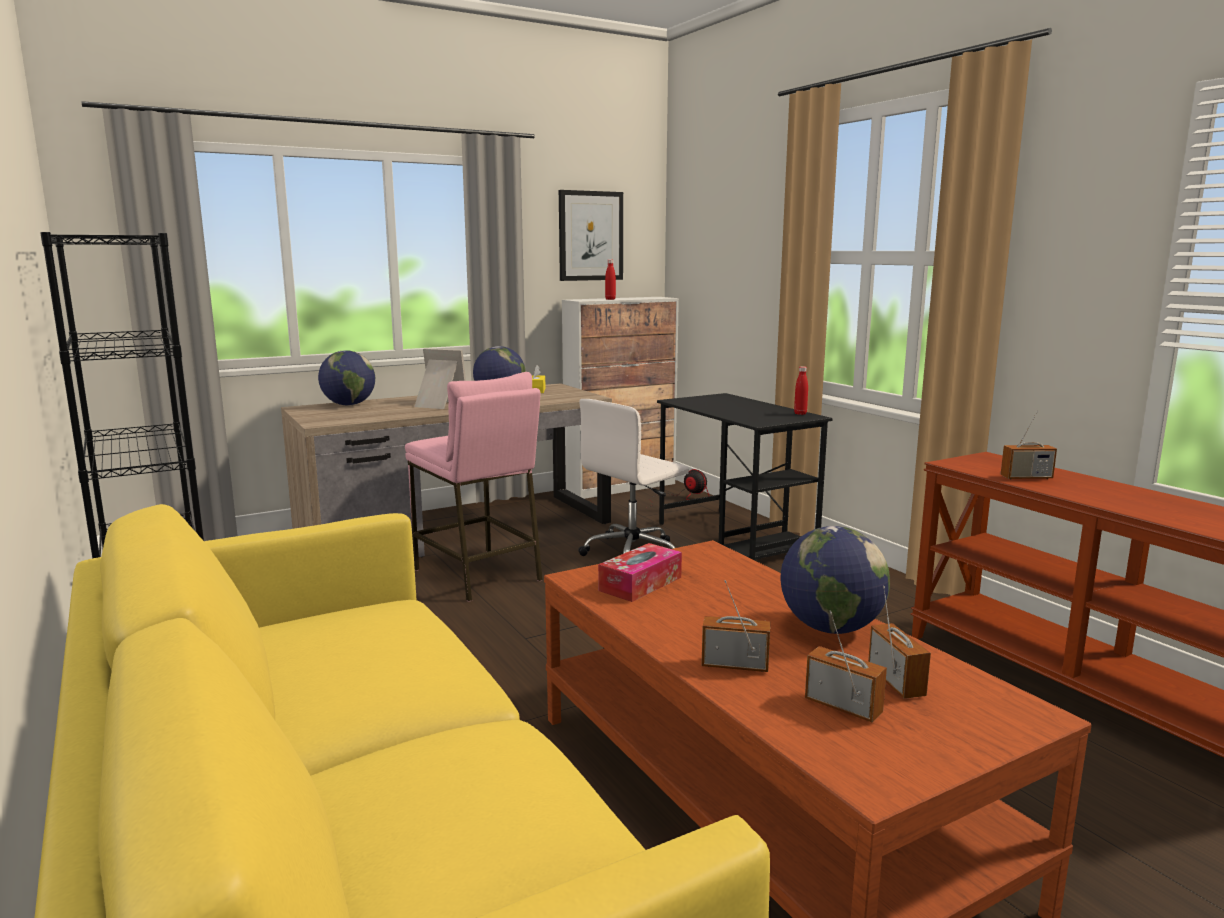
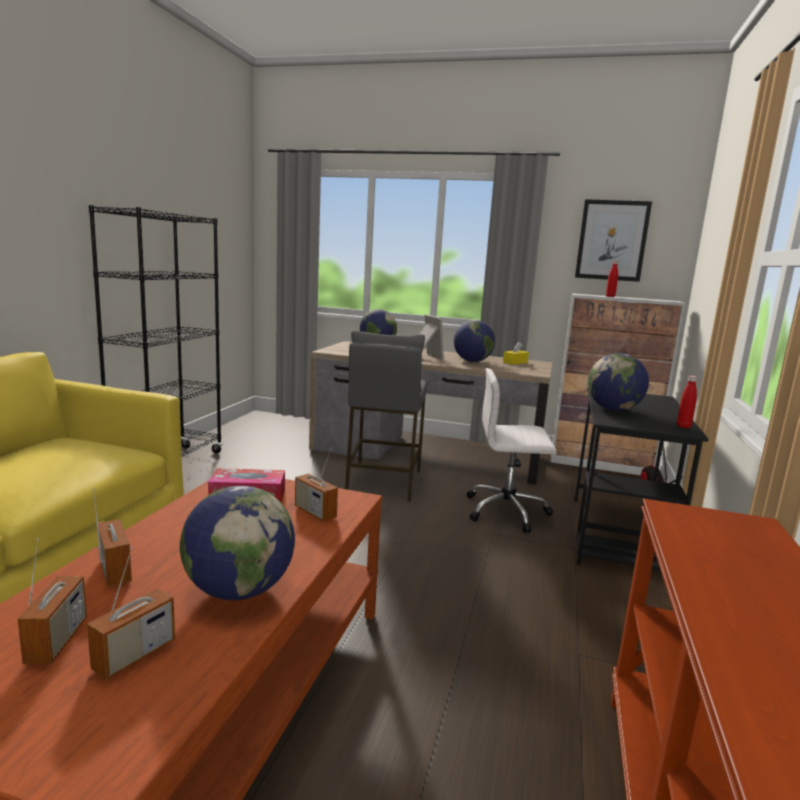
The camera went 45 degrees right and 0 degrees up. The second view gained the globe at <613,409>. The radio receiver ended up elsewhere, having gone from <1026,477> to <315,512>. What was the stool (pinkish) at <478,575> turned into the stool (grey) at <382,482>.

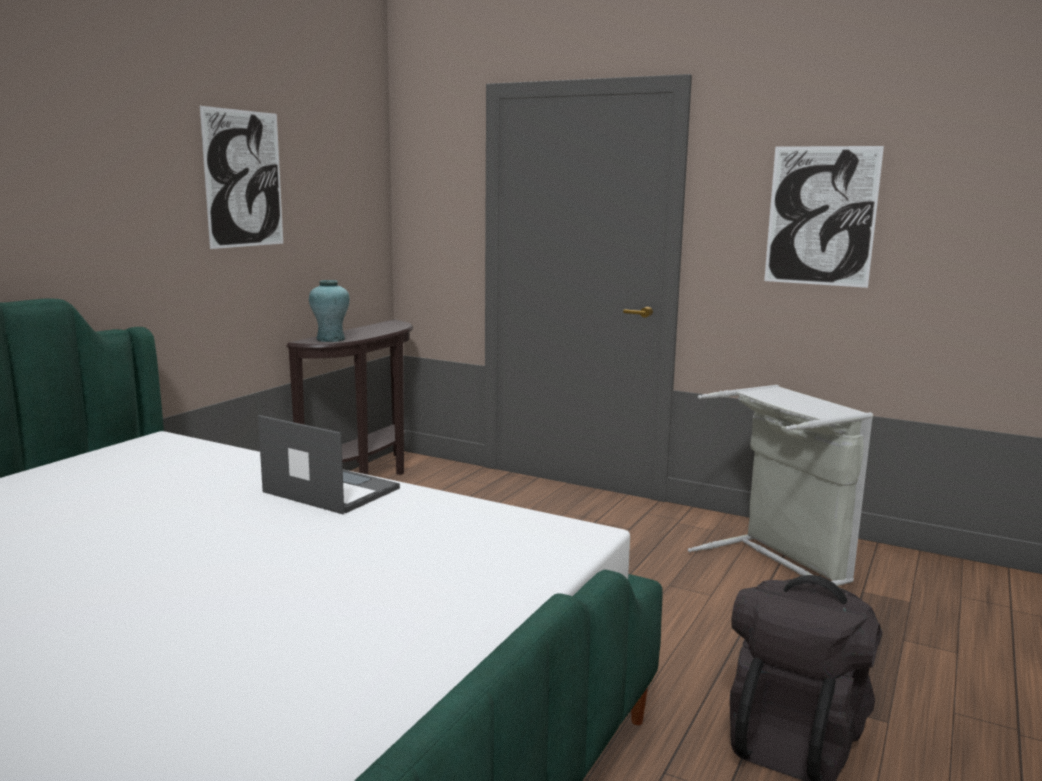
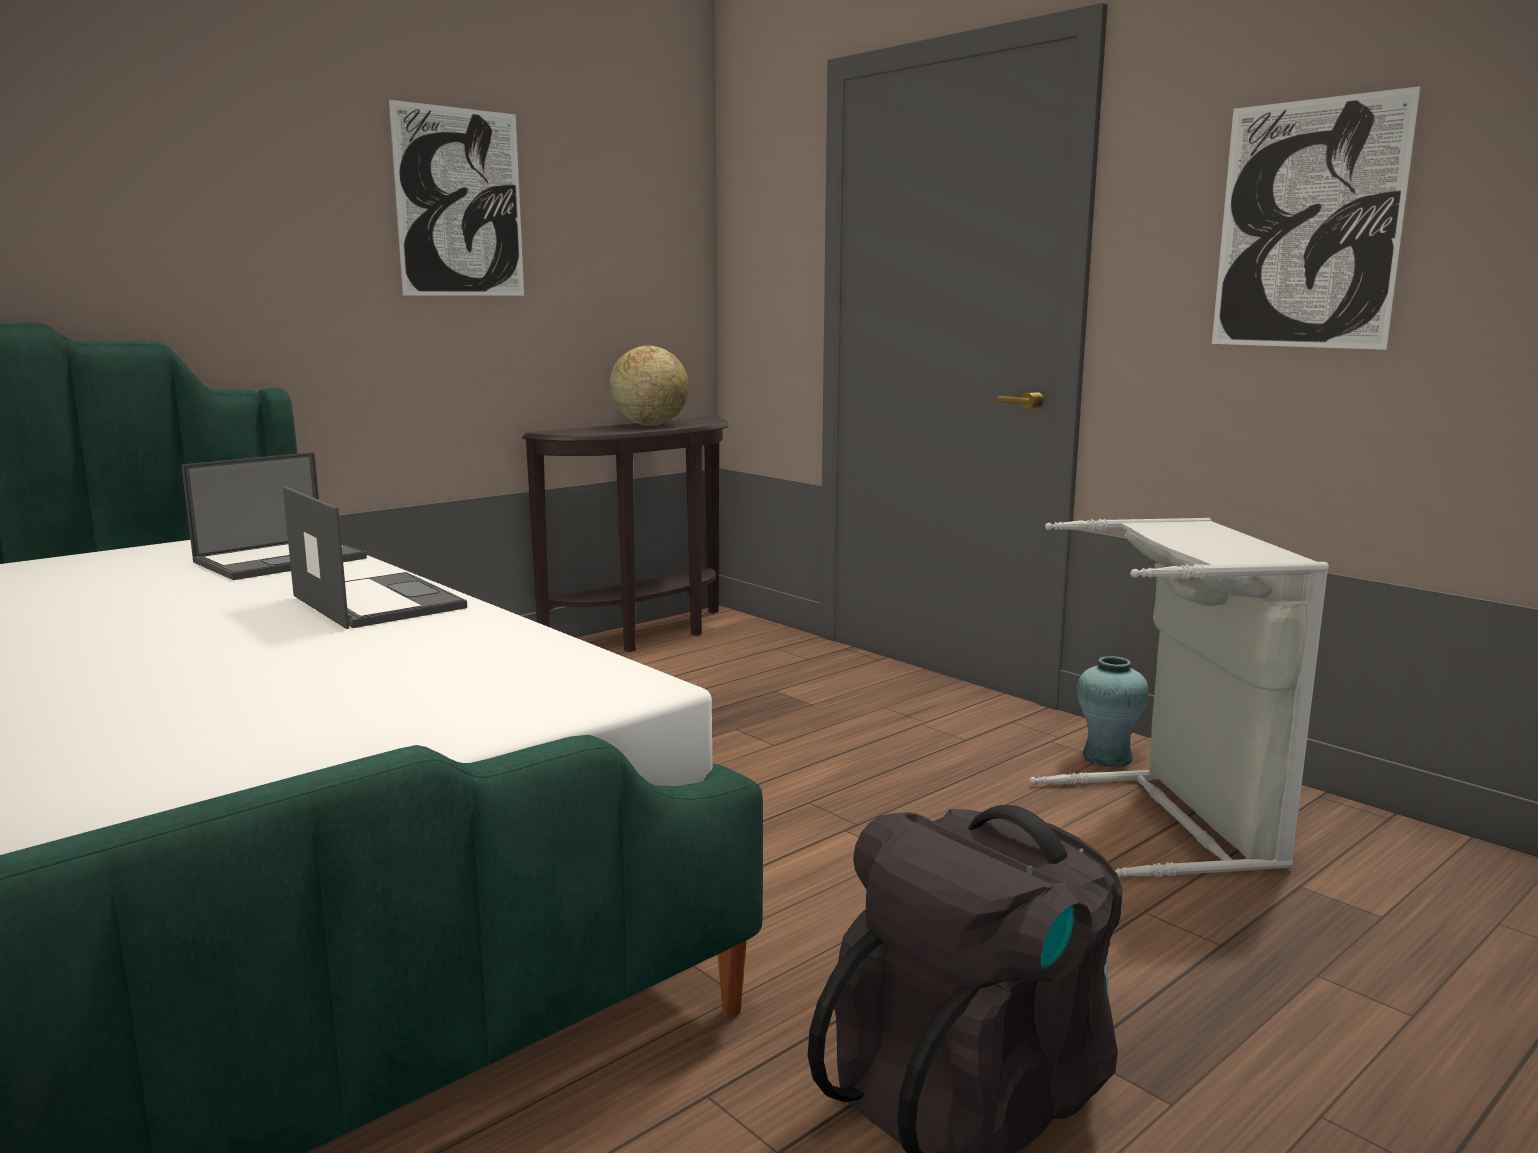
The camera went 20 degrees right and 0 degrees up. The second view gained the notebook computer at <282,560>. The second view gained the globe at <649,425>. The decorative vase (turquoise) ended up elsewhere, having gone from <330,339> to <1106,757>.

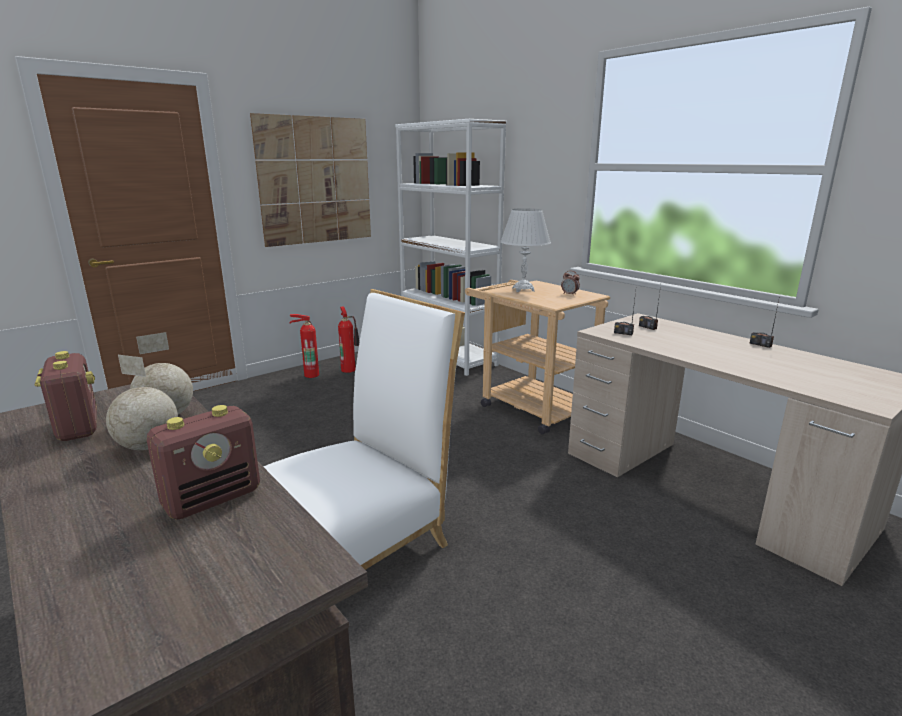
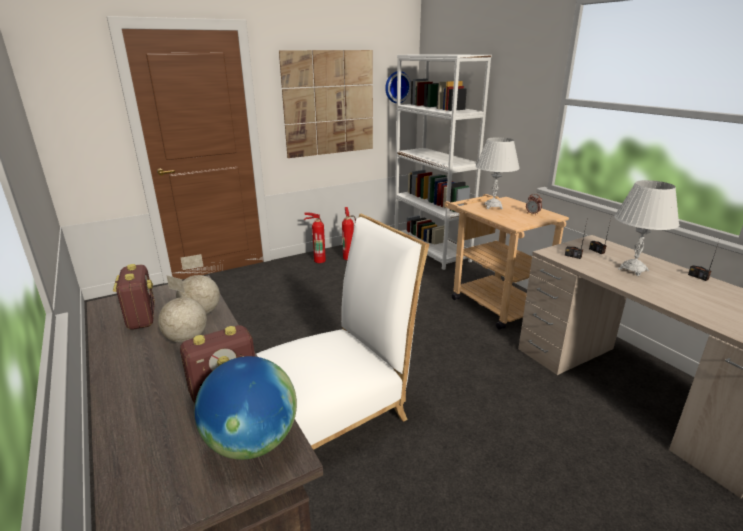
The camera went 10 degrees right and 5 degrees up. The second view gained the globe at <251,443>. The second view gained the hanging clock at <396,87>. The second view gained the tabletop lamp (white-coloured) at <633,270>.

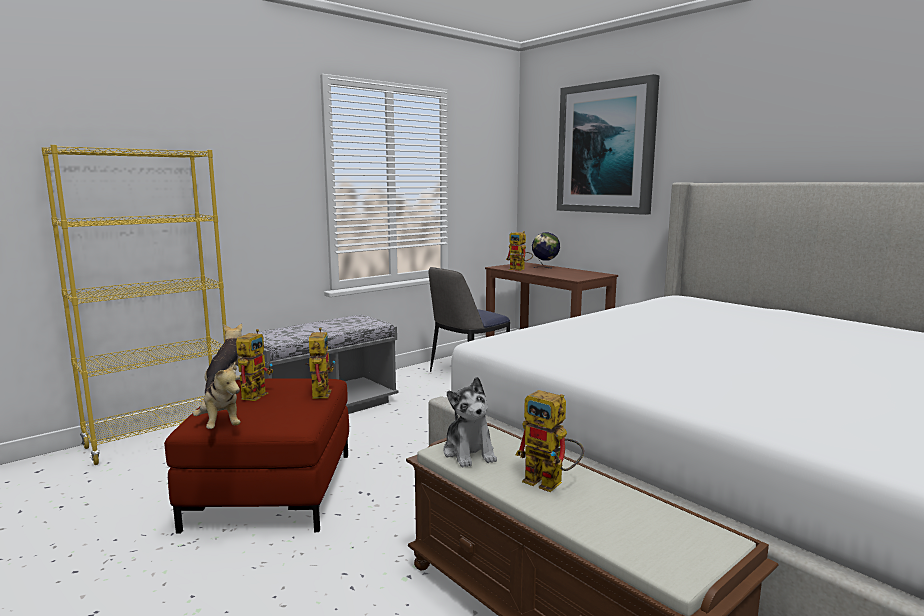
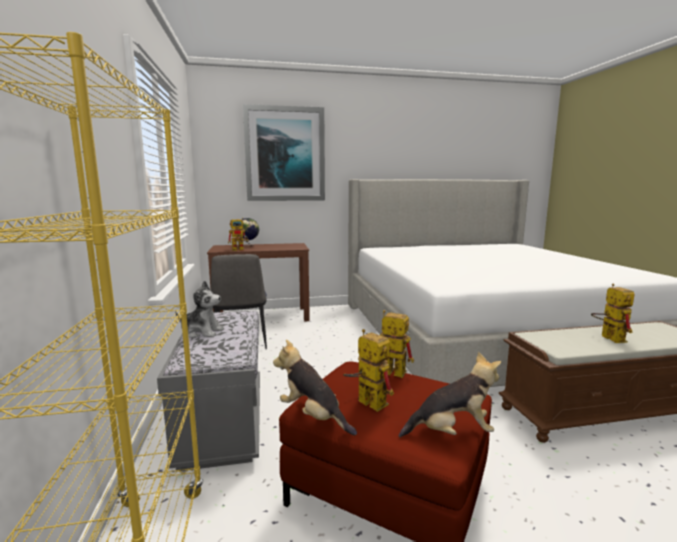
The camera went 60 degrees left and 0 degrees up. The soft toy ended up elsewhere, having gone from <469,453> to <202,332>. The model robot at <551,483> ended up facing another way, 75 degrees counterclockwise from before.

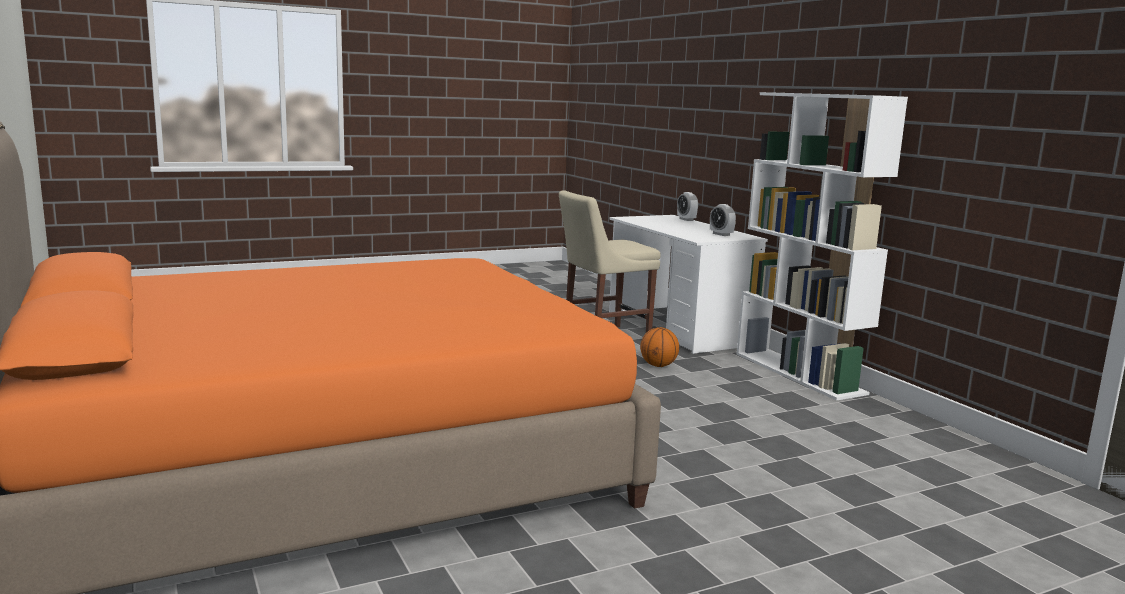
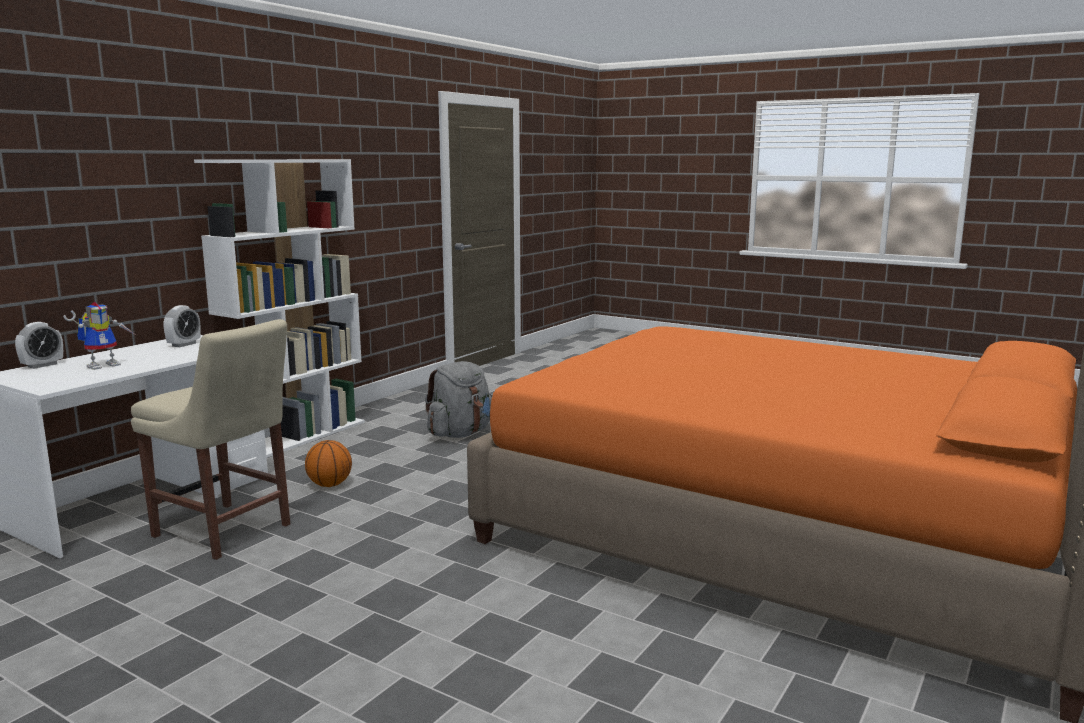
The camera went 120 degrees left and 0 degrees up. The second view gained the model robot at <104,365>. The second view gained the knapsack (grey) at <460,434>.

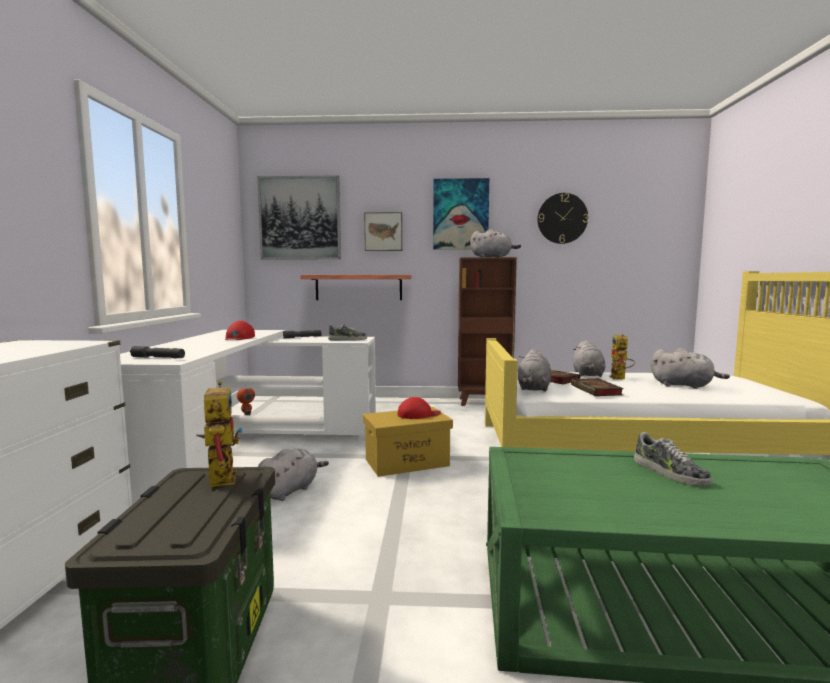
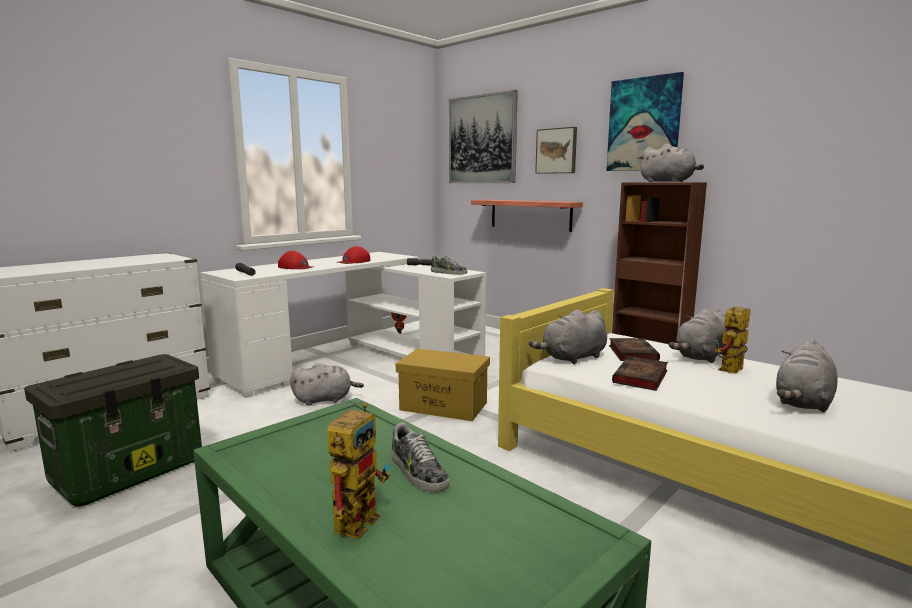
The camera went 40 degrees right and 5 degrees up. The second view lost the hanging clock at <562,218>. The model robot ended up elsewhere, having gone from <220,476> to <359,517>. The peaked cap (reddish) ended up elsewhere, having gone from <418,414> to <296,267>. The item of footwear at <669,473> ended up facing another way, 45 degrees counterclockwise from before. The soft toy (grey) at <684,386> ended up facing another way, 60 degrees clockwise from before.

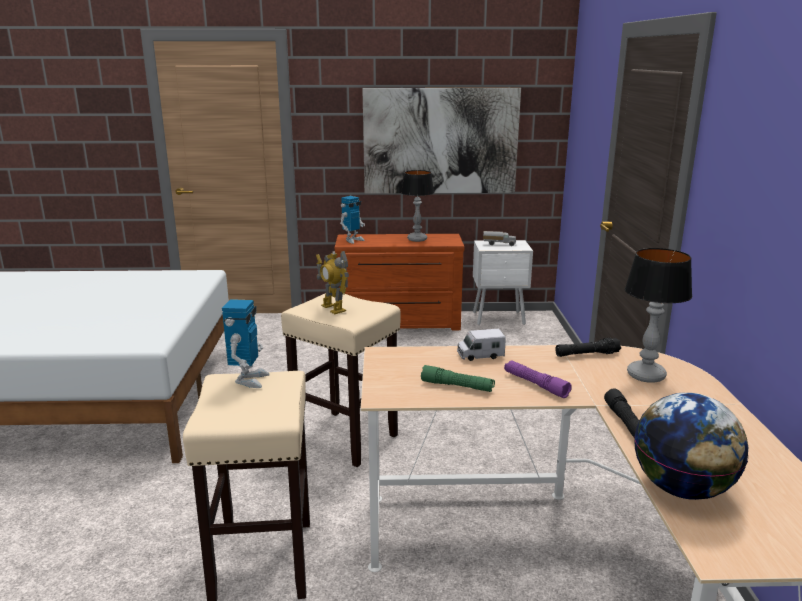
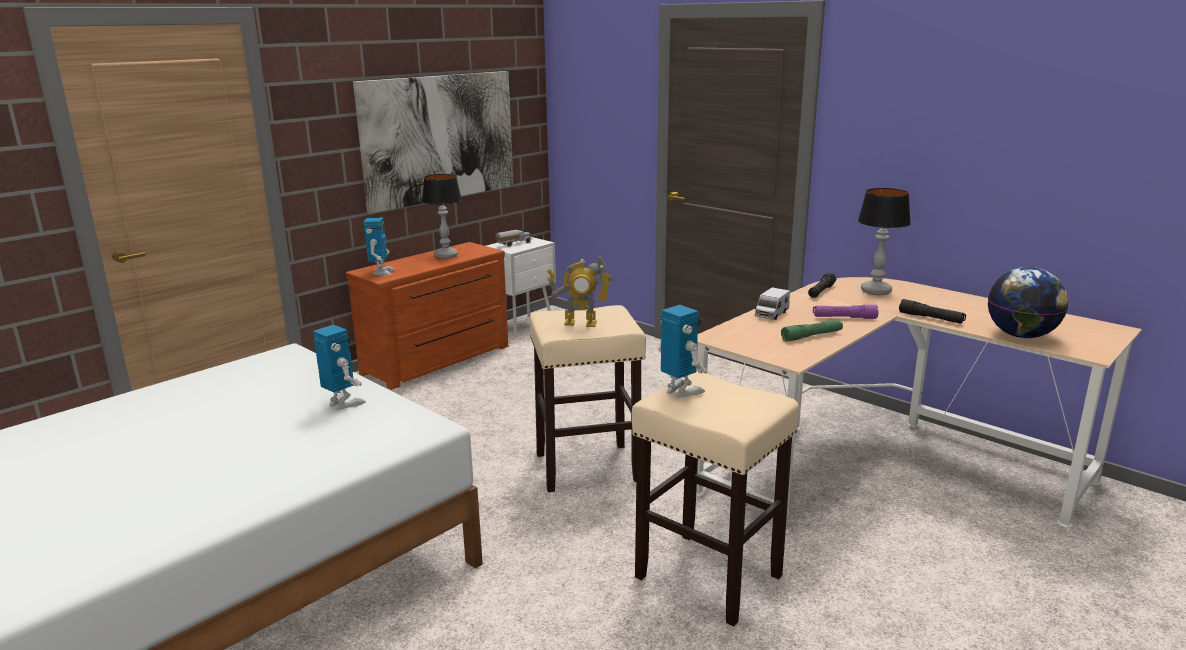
The camera went 45 degrees left and 0 degrees up. The second view gained the model robot at <343,403>.

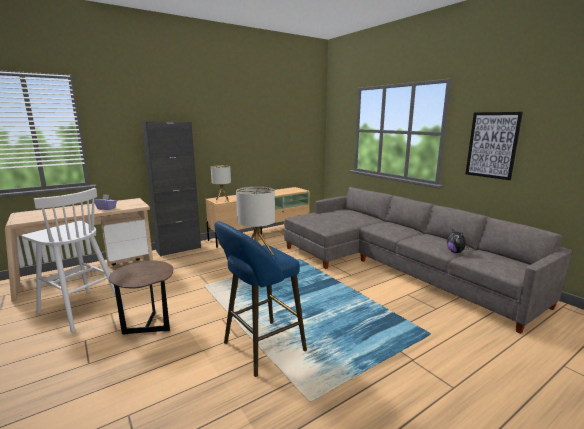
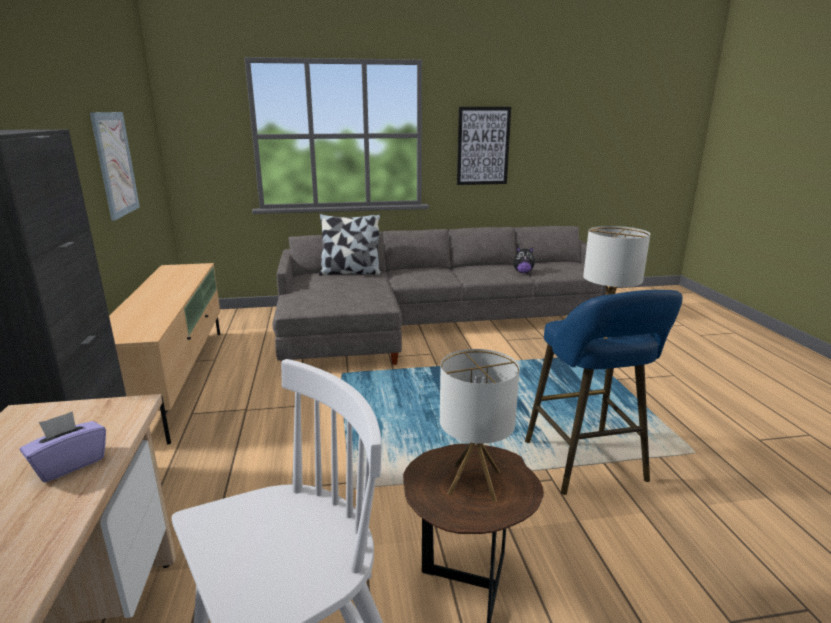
The camera went 65 degrees left and 5 degrees up. The second view gained the picture at <115,164>. The second view gained the pillow at <350,272>. The tabletop lamp ended up elsewhere, having gone from <222,200> to <474,482>.

